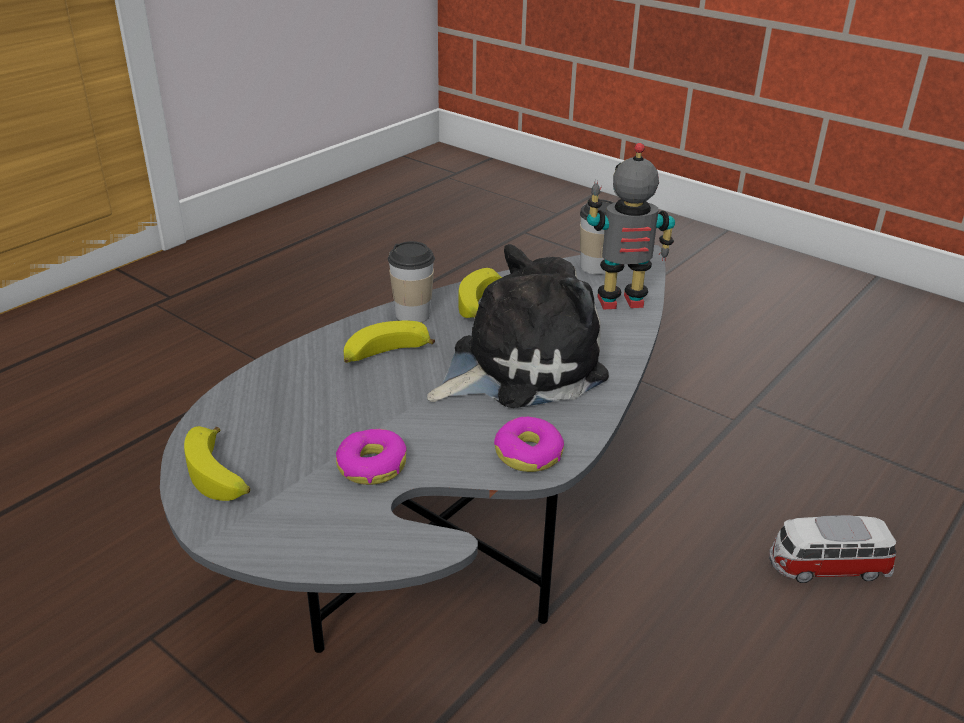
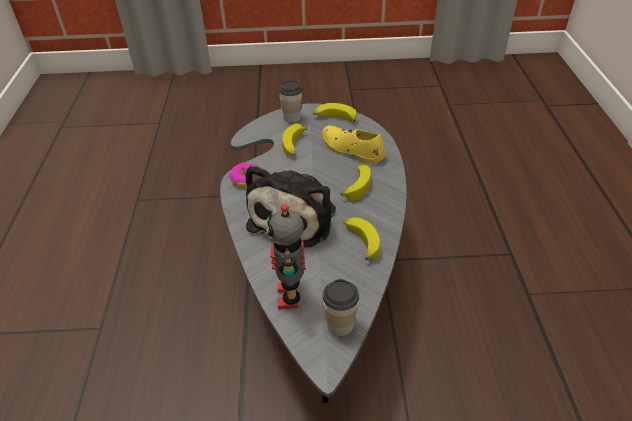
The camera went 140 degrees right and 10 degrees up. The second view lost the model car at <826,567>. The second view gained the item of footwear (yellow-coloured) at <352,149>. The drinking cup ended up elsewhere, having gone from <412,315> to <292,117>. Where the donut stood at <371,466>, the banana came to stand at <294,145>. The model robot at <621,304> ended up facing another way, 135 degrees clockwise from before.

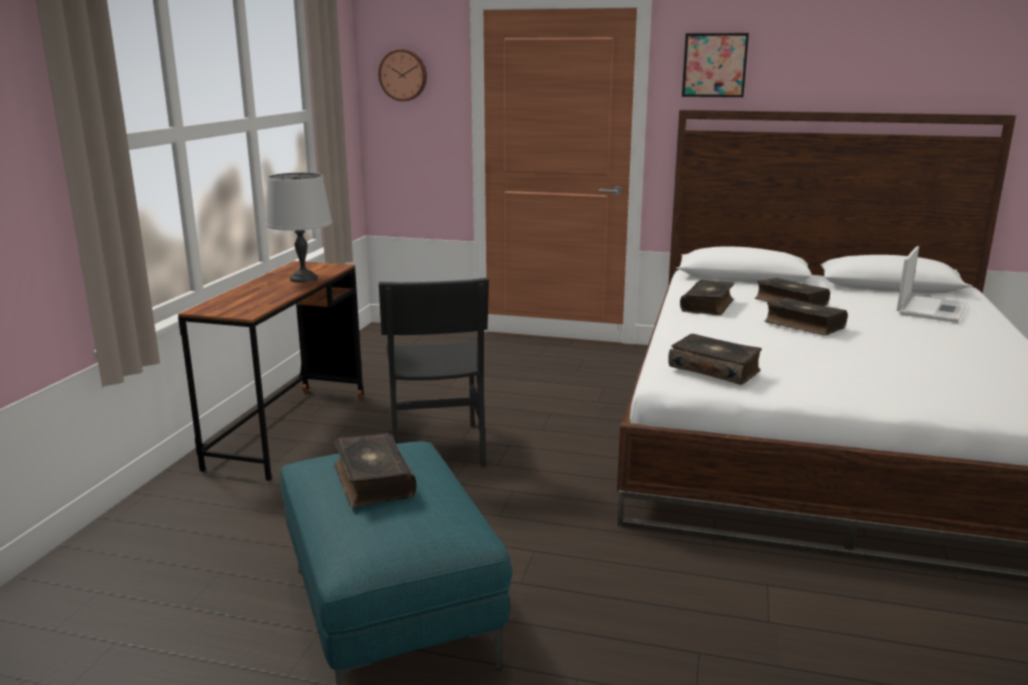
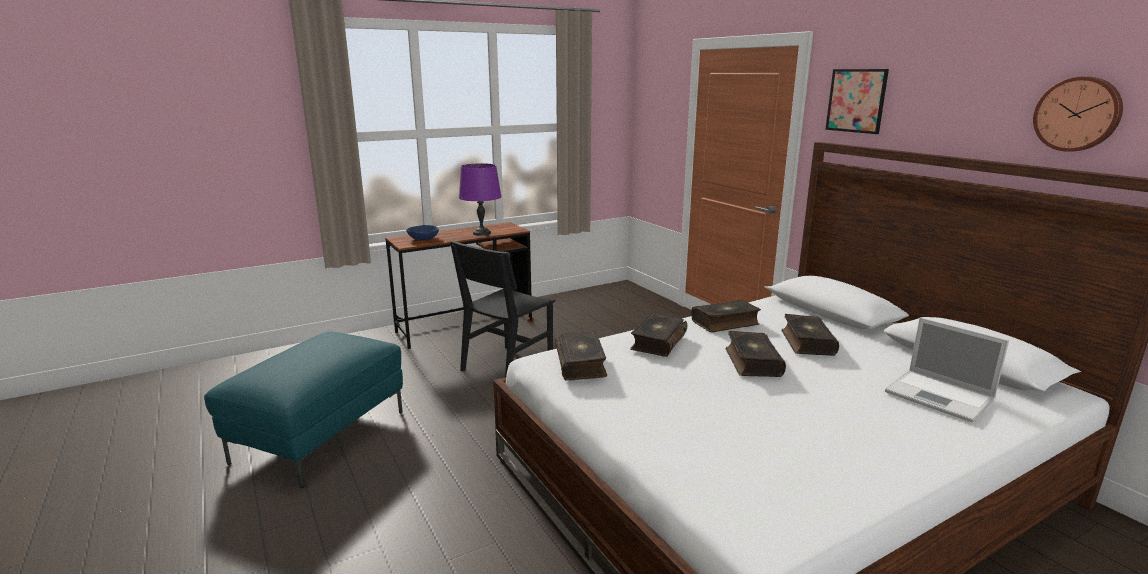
The camera went 45 degrees right and 0 degrees up. The second view gained the serving bowl (bluish) at <423,238>. The volume ended up elsewhere, having gone from <372,481> to <657,342>. The hanging clock ended up elsewhere, having gone from <403,75> to <1078,114>. What was the tabletop lamp (grey) at <304,279> turned into the tabletop lamp (purplish) at <482,233>. The notebook computer at <931,309> ended up facing another way, 60 degrees clockwise from before.

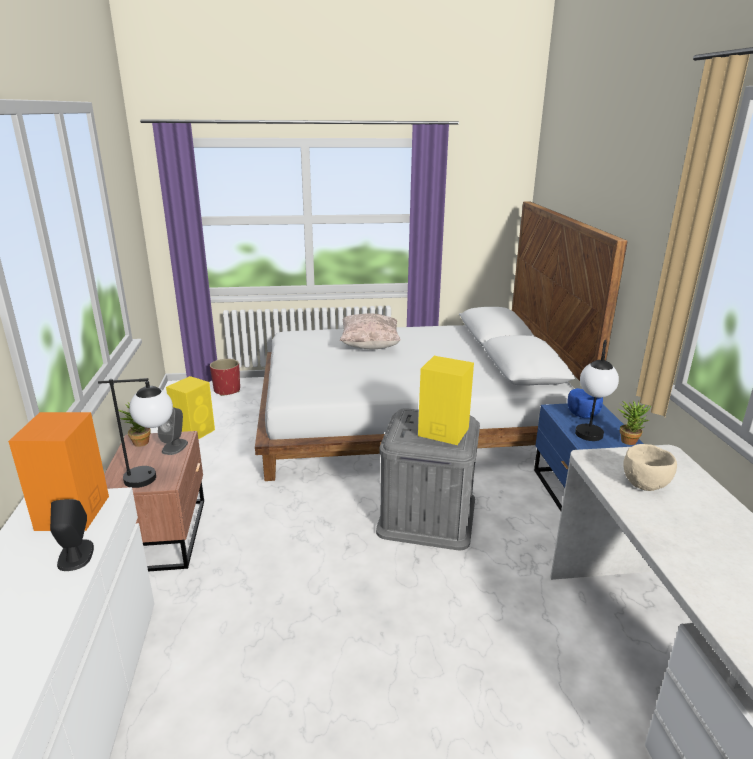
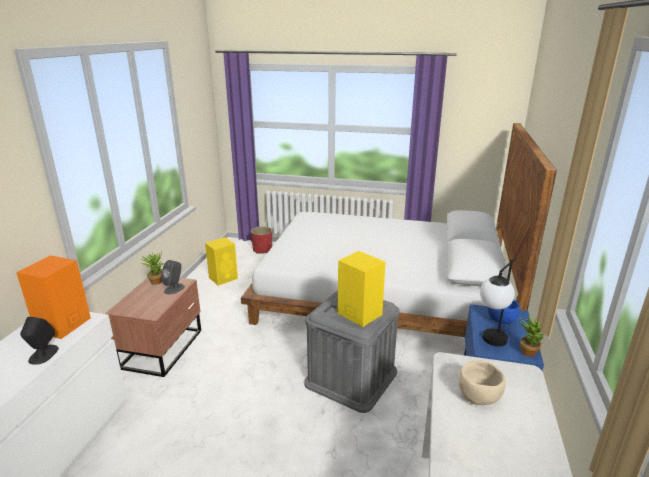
The camera went 20 degrees right and 0 degrees up. The second view lost the tabletop lamp at <153,477>. The second view lost the pillow (beige) at <370,346>.

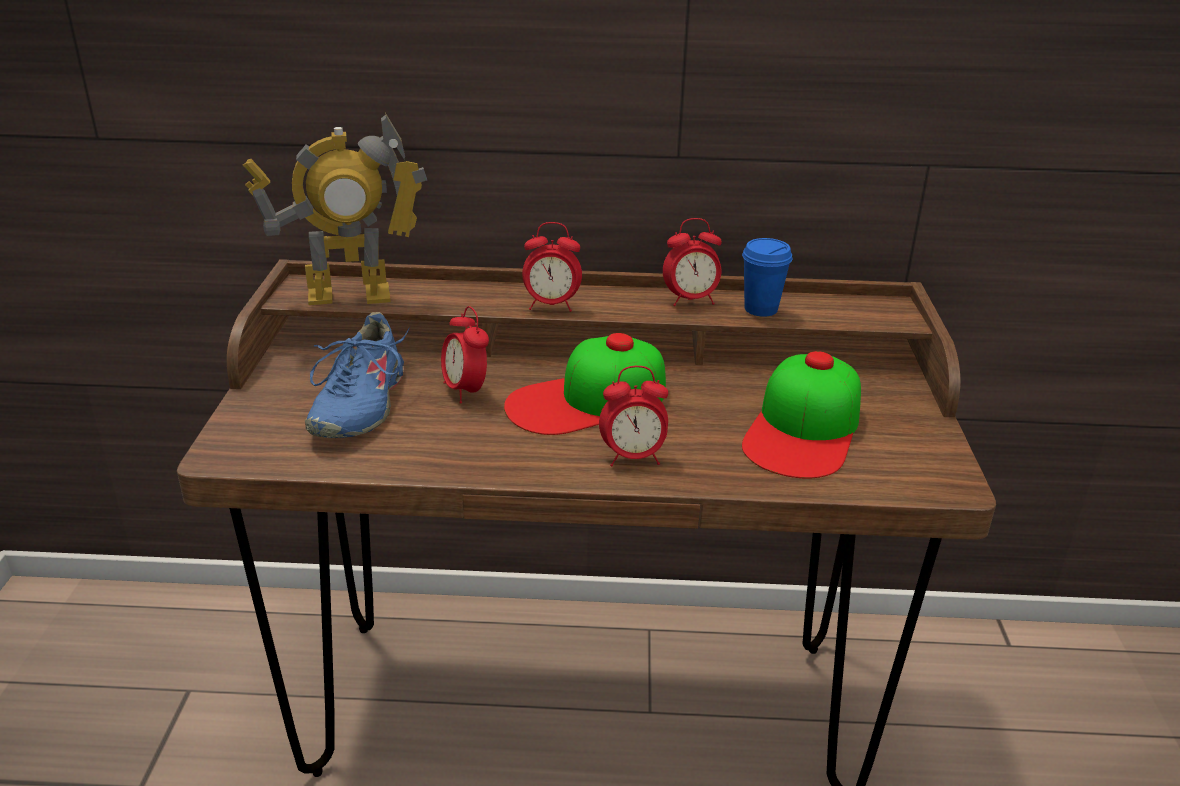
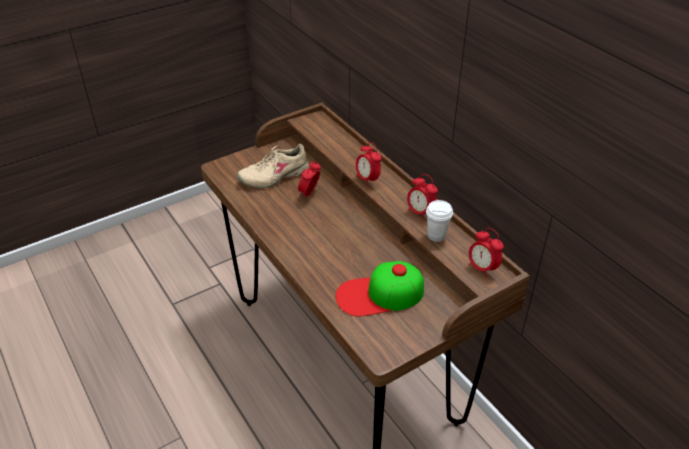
The camera went 55 degrees right and 10 degrees up. The second view lost the model robot at <350,295>. The second view lost the peaked cap at <587,400>. The alarm clock ended up elsewhere, having gone from <633,457> to <482,268>. What was the item of footwear (bluish) at <358,405> turned into the item of footwear (beige) at <274,176>. What was the drinking cup (bluish) at <761,309> turned into the drinking cup (white-coloured) at <436,235>.

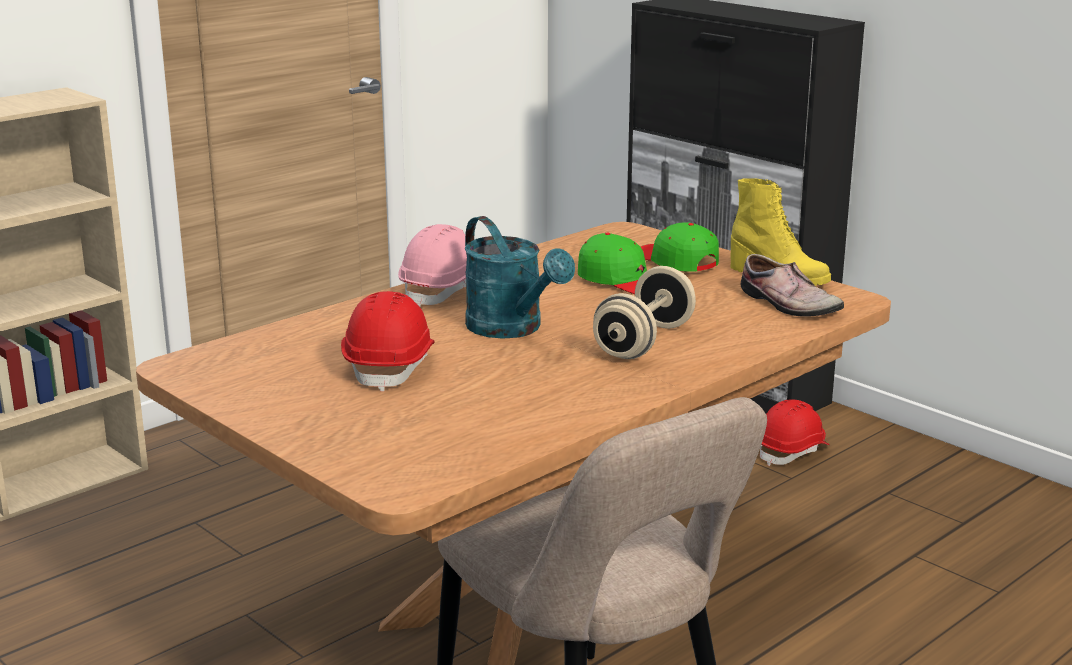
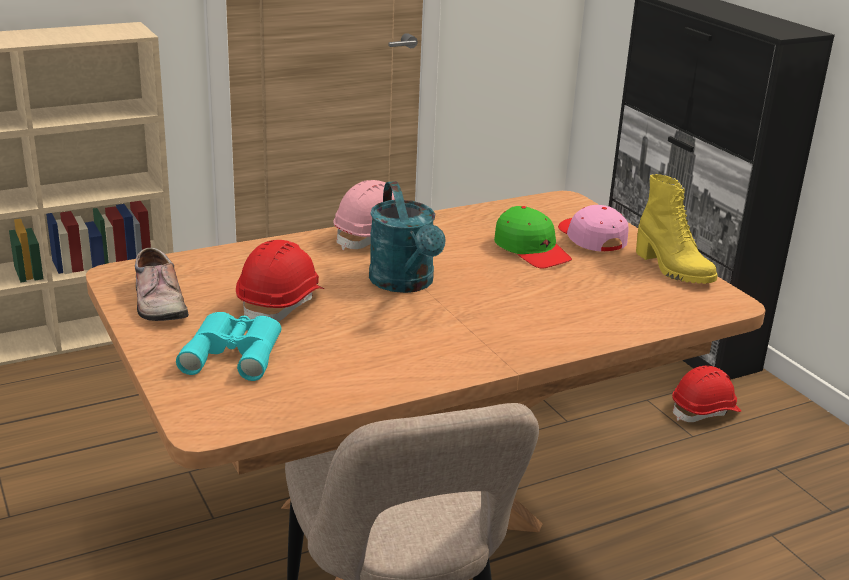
The camera went 15 degrees right and 5 degrees up. The second view lost the dumbbell (beige) at <644,342>. The second view gained the binoculars (turquoise) at <235,352>. The item of footwear ended up elsewhere, having gone from <786,304> to <157,302>. What was the peaked cap (green) at <676,261> turned into the peaked cap (pinkish) at <591,238>.

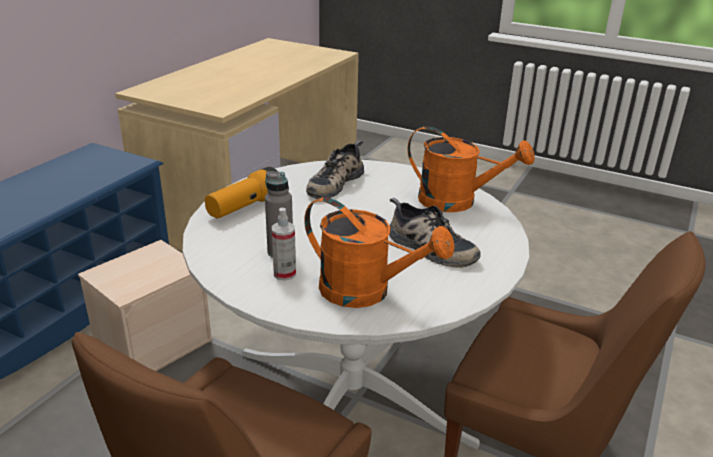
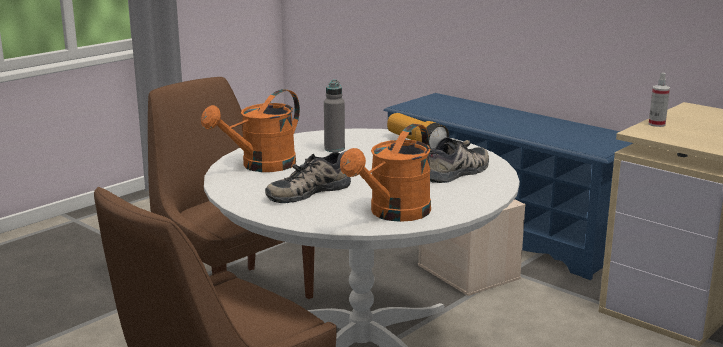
The camera went 105 degrees right and 10 degrees down. The sprayer ended up elsewhere, having gone from <284,274> to <657,124>. The item of footwear at <334,182> ended up facing another way, 90 degrees clockwise from before.

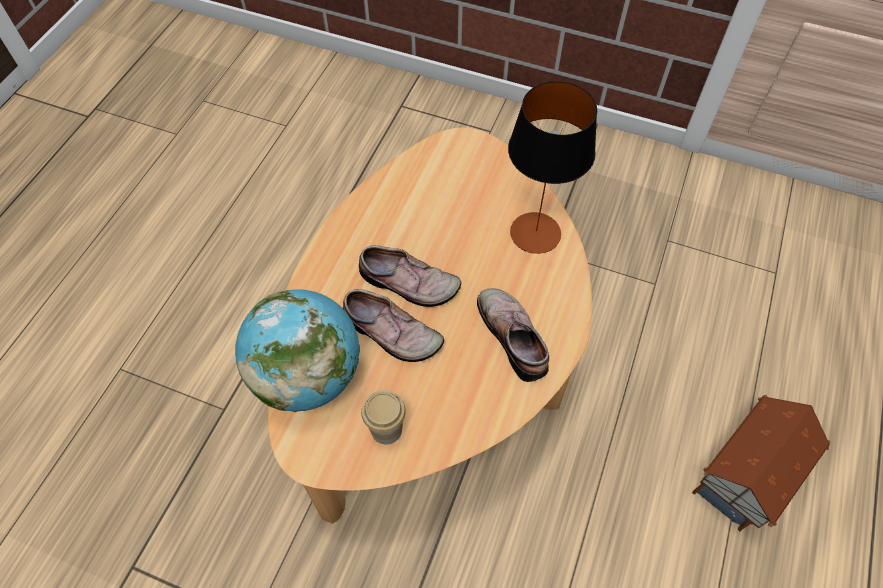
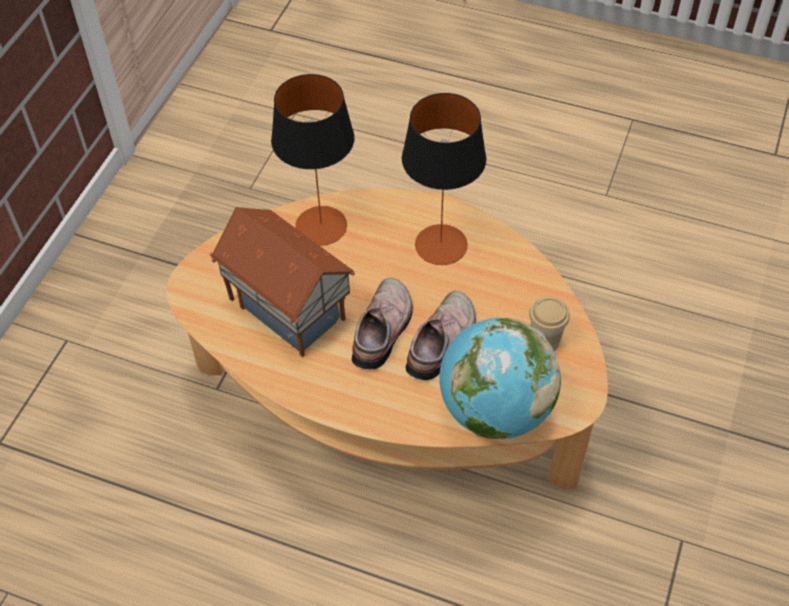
The camera went 90 degrees left and 5 degrees down. The toy house ended up elsewhere, having gone from <745,479> to <289,305>. Where the item of footwear stood at <515,336>, the tabletop lamp came to stand at <440,244>.

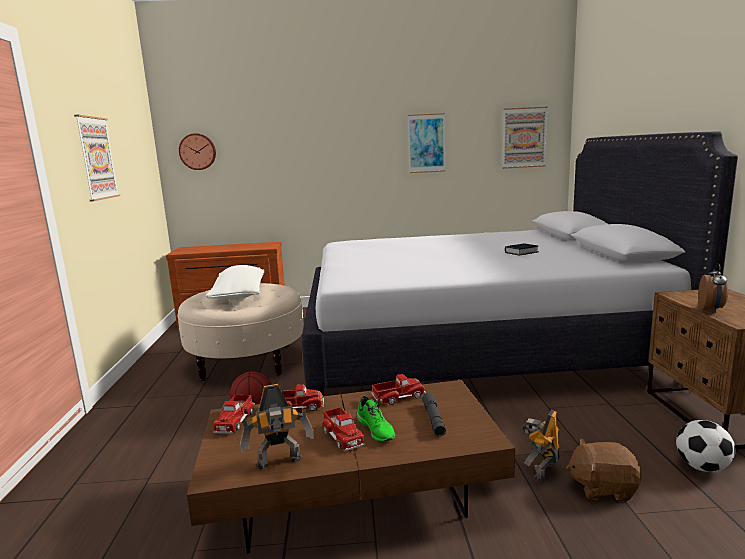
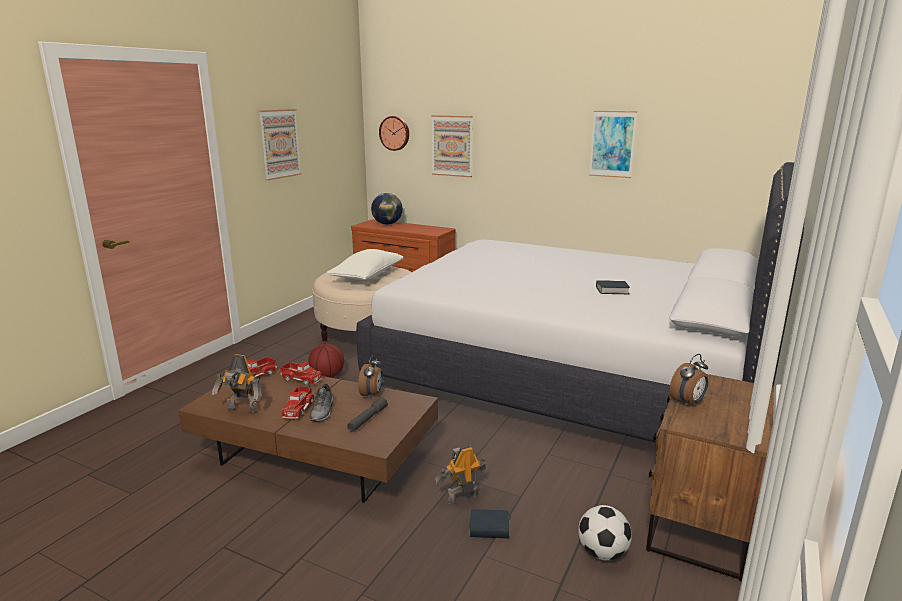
The camera went 30 degrees right and 5 degrees up. The second view gained the globe at <387,224>. The picture ended up elsewhere, having gone from <524,137> to <452,146>. Where the toy lorry stood at <398,397>, the alarm clock came to stand at <372,394>. Where the soft toy (brownish) stood at <602,487>, the volume came to stand at <489,528>. What was the item of footwear (green) at <376,429> turned into the item of footwear (grey) at <323,412>.

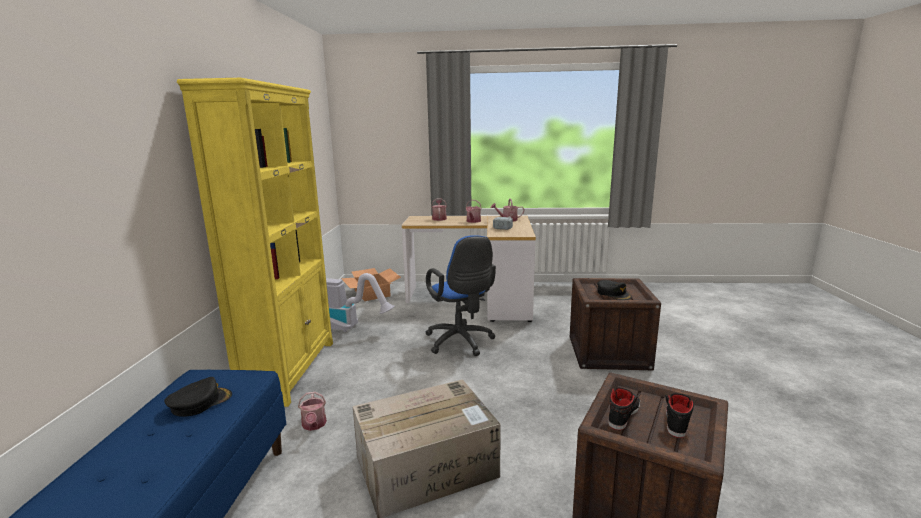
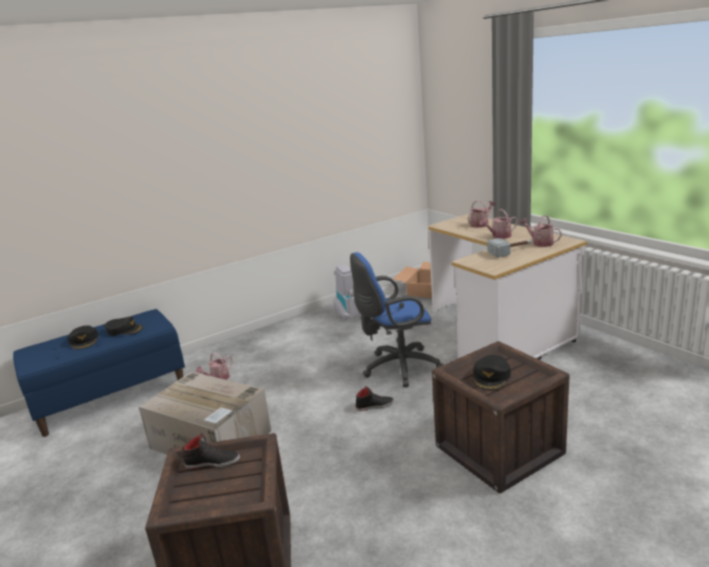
The camera went 55 degrees right and 5 degrees up. The second view lost the bookshelf (yellow-coloured) at <290,370>. The second view gained the peaked cap (black-coloured) at <84,341>. The item of footwear (black-coloured) ended up elsewhere, having gone from <677,419> to <374,405>. The computer chair (bluish) at <461,343> ended up facing another way, 45 degrees clockwise from before.

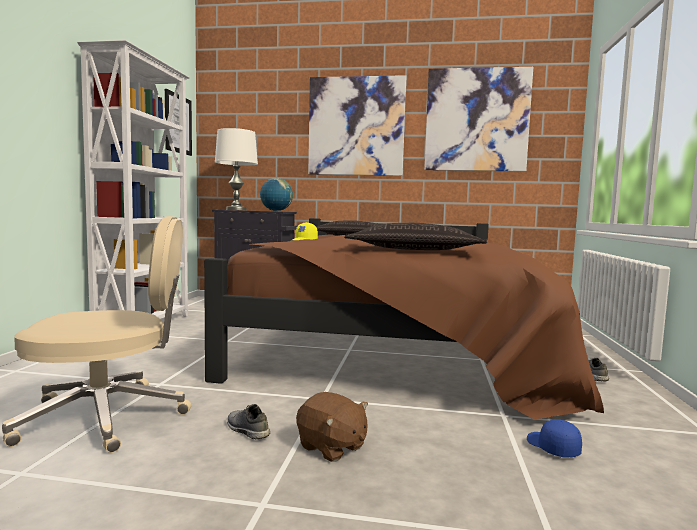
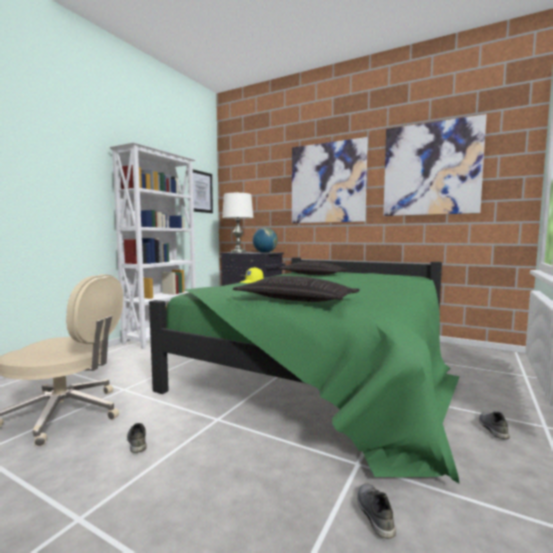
The camera went 20 degrees right and 0 degrees up. The second view lost the soft toy (brownish) at <331,447>. Where the peaked cap (bluish) stood at <552,447>, the item of footwear (grey) came to stand at <374,514>. What was the sleeping bed (brownish) at <393,341> turned into the sleeping bed (green) at <328,366>.

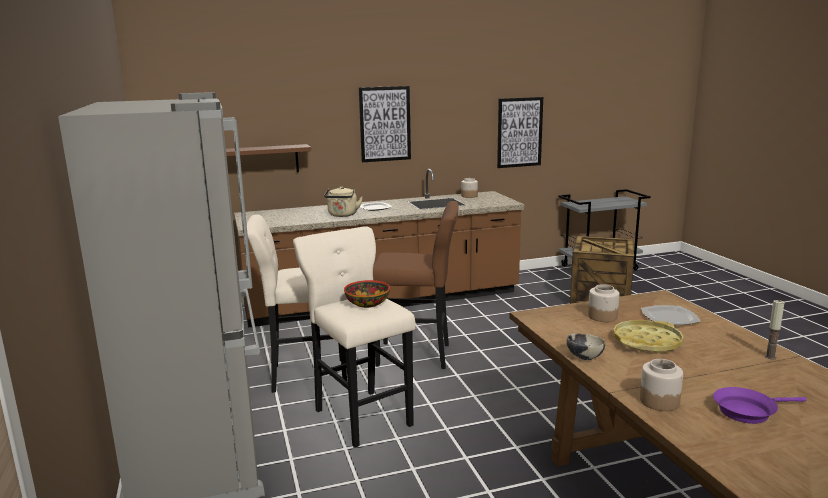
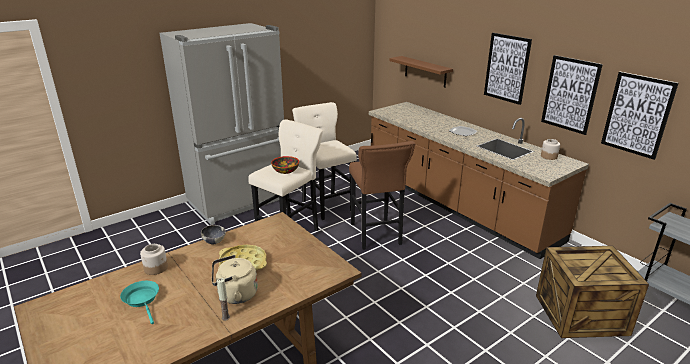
The camera went 70 degrees right and 10 degrees up. The second view lost the storage jar at <603,316>. The second view lost the plate at <670,317>. The second view gained the picture at <570,94>. The water kettle (beige) ended up elsewhere, having gone from <342,215> to <235,295>. What was the skillet (purplish) at <748,411> turned into the skillet (turquoise) at <142,300>.

